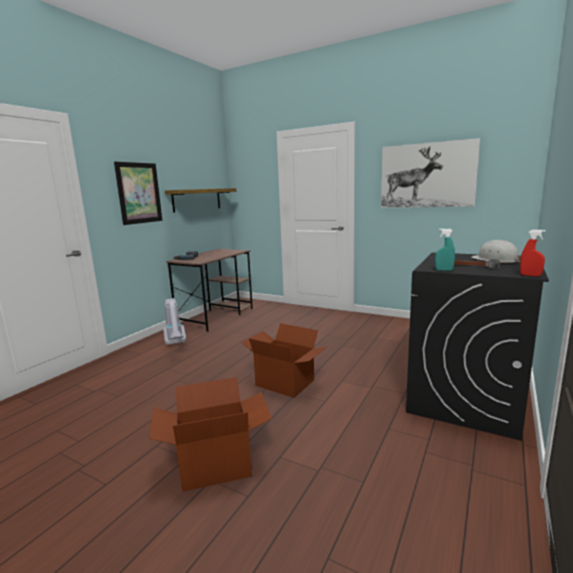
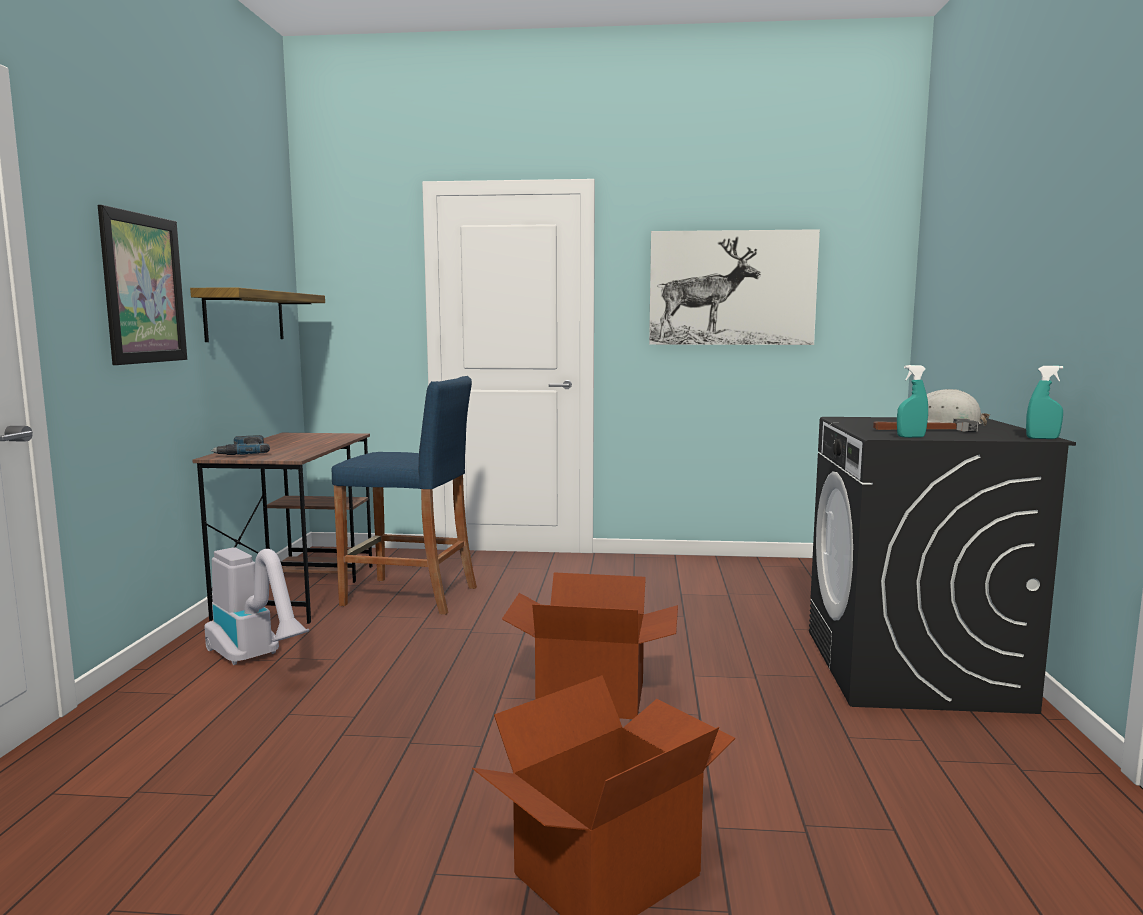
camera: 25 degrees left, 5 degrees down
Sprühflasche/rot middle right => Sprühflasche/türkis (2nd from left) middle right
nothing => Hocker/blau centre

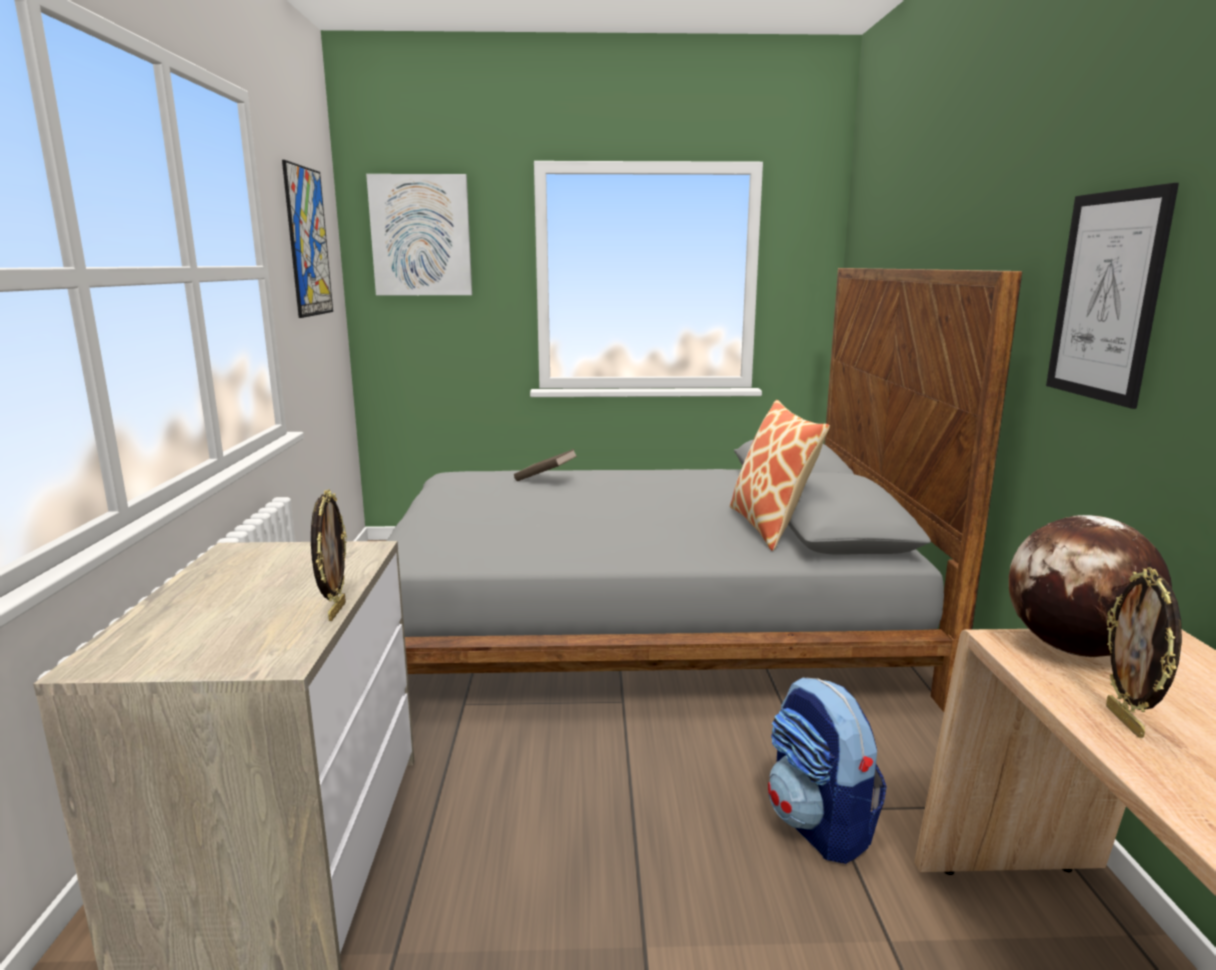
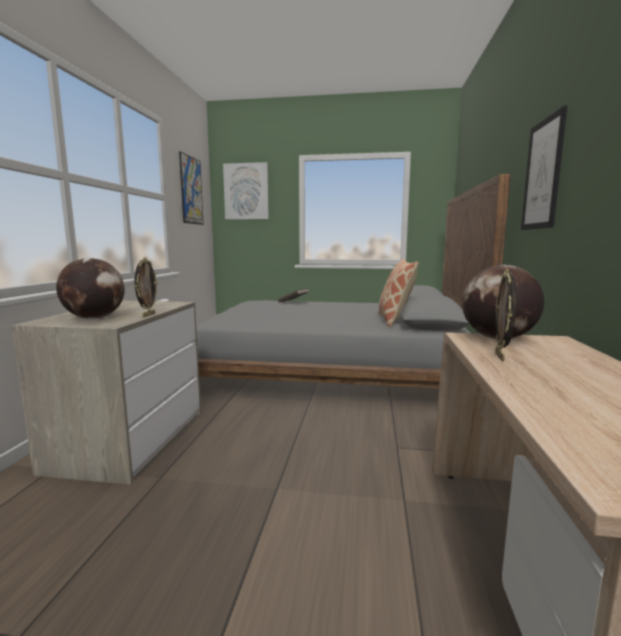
camera: 10 degrees right, 5 degrees down
Rucksack bottom right => nothing
nothing => Globus (1st from left) middle left

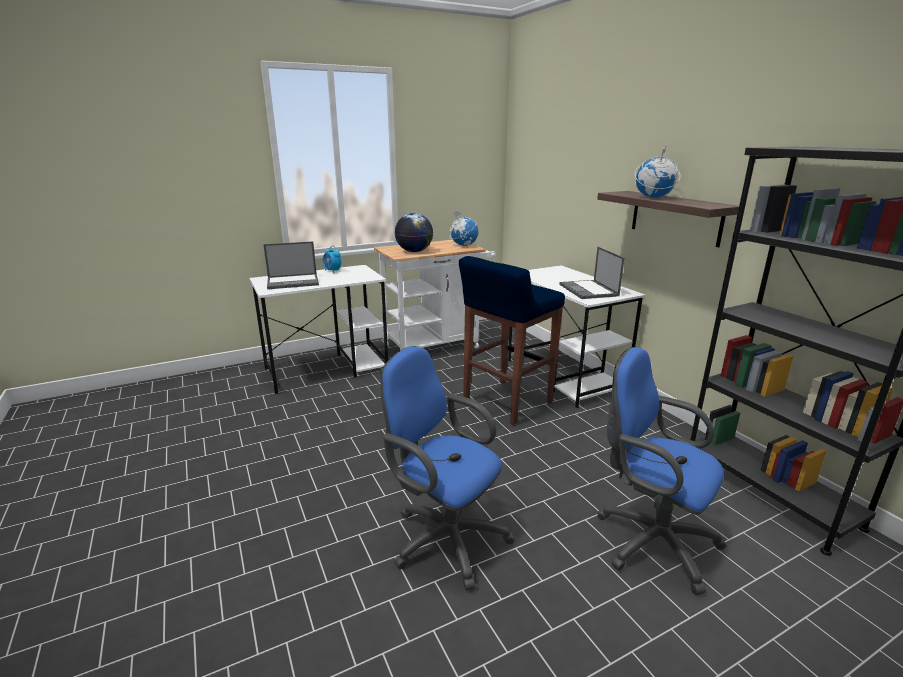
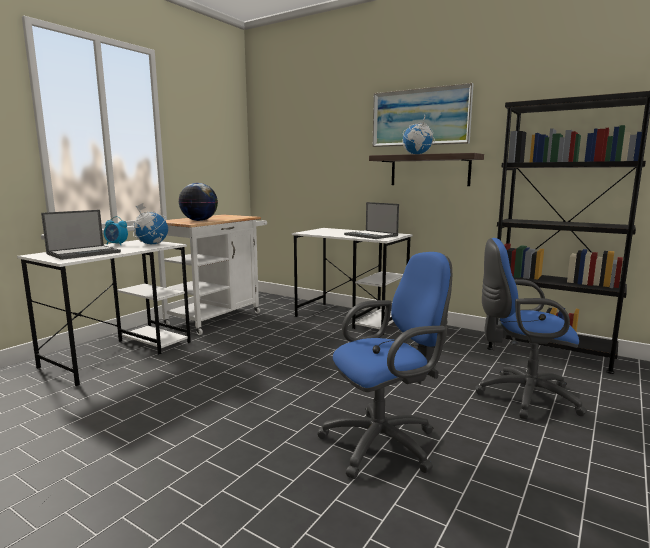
camera: 30 degrees left, 10 degrees down
Bürostuhl/blau (1st from left) bottom centre => Bürostuhl/blau (1st from left) centre, 150 degrees clockwise
Globus (2nd from left in the first image) centre => Globus (1st from left) middle left, move
Hocker/blau centre => nothing
nothing => Bild top centre

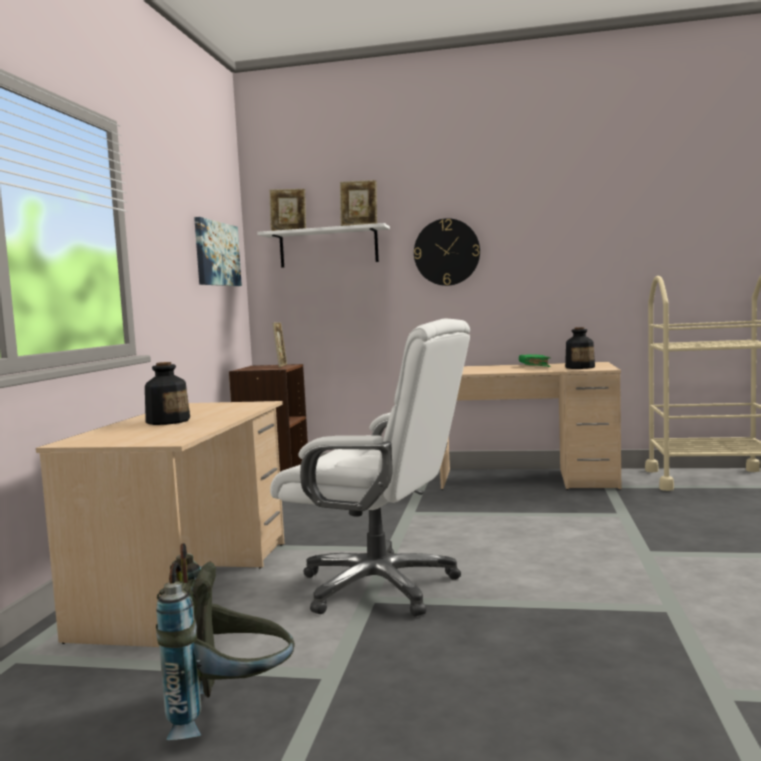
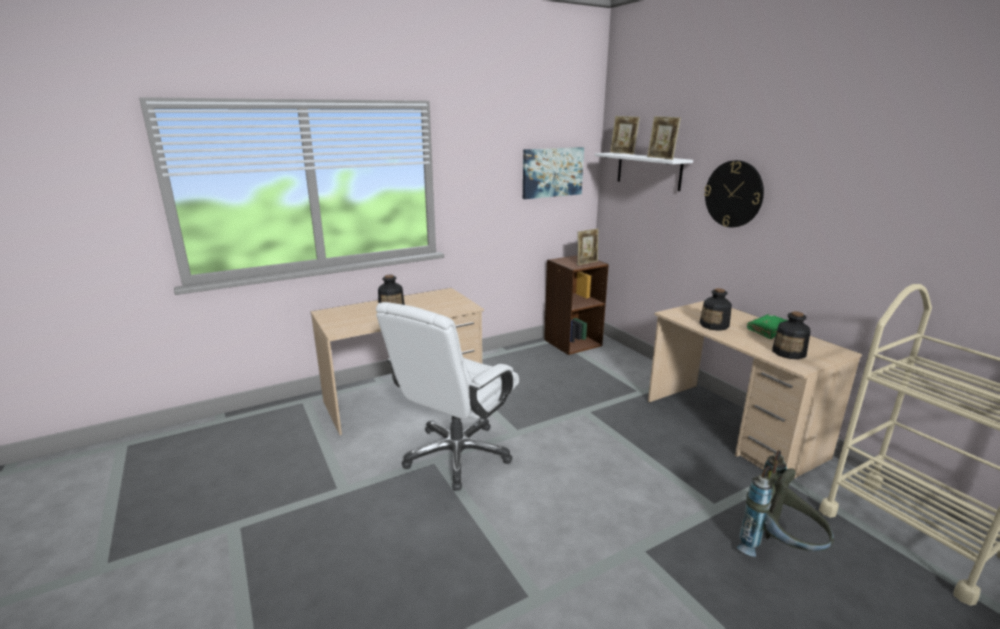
camera: 50 degrees right, 15 degrees up
Rucksack/grau bottom left => Rucksack/grau bottom right, move
Bürostuhl/weiß centre, 45 degrees clockwise
nothing => Flasche (2nd from left) middle right

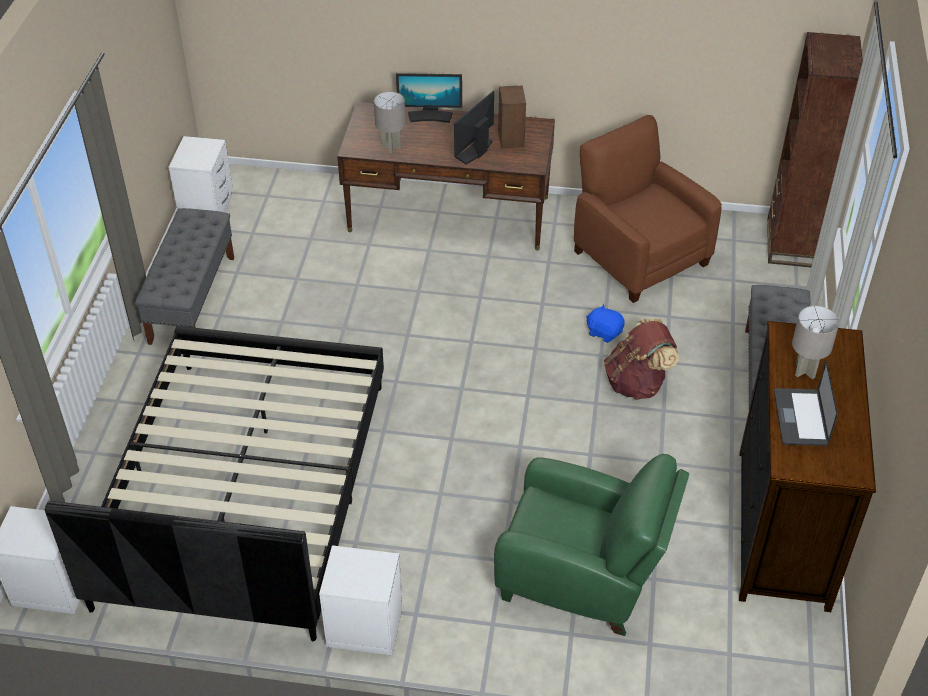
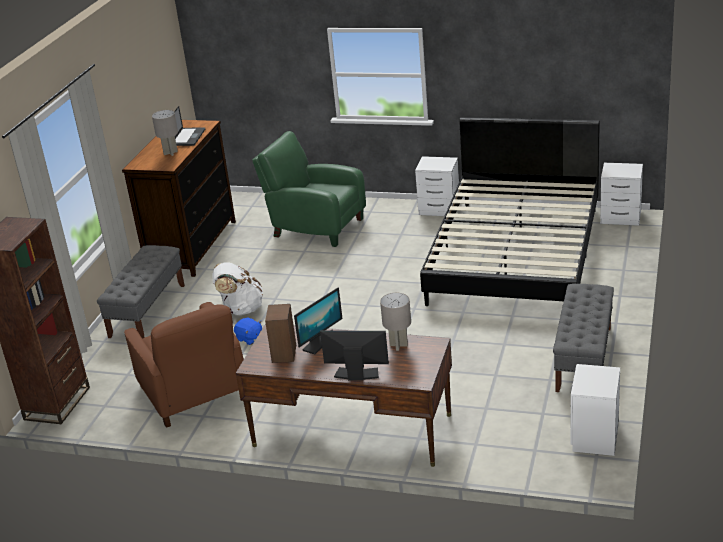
camera: 170 degrees left, 15 degrees down
Rucksack/braun middle right => Rucksack/weiß middle left

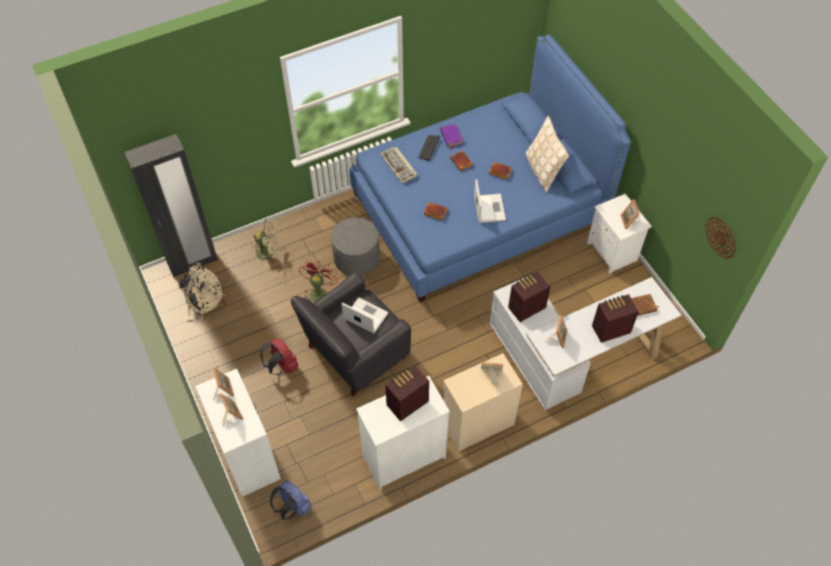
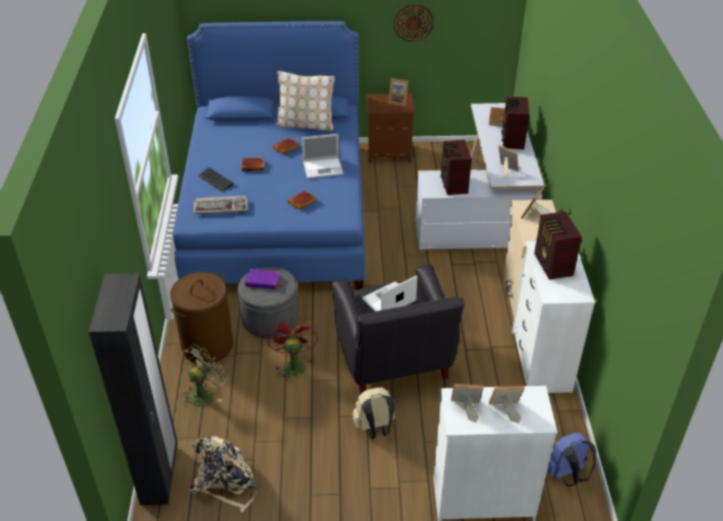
camera: 65 degrees left, 15 degrees down
Rucksack/rot centre => Rucksack/beige (2nd from left) bottom centre
Ventilator/rot centre => Ventilator/rot bottom centre, 45 degrees clockwise
Buch/lila top centre => Buch/lila centre, move
Laptop (2nd from left in the first image) centre => Laptop (1st from left) top centre, 150 degrees clockwise
Nachttisch/weiß middle right => Nachttisch/braun top centre
Wanduhr middle right => Wanduhr top centre, move
nothing => Wäschekorb/braun middle left

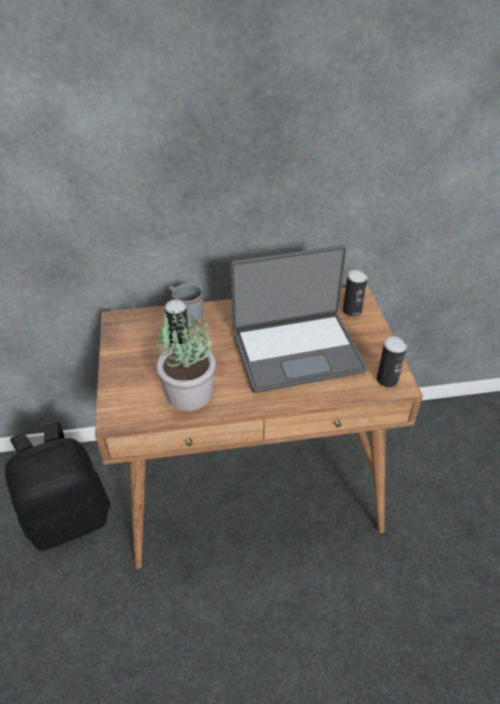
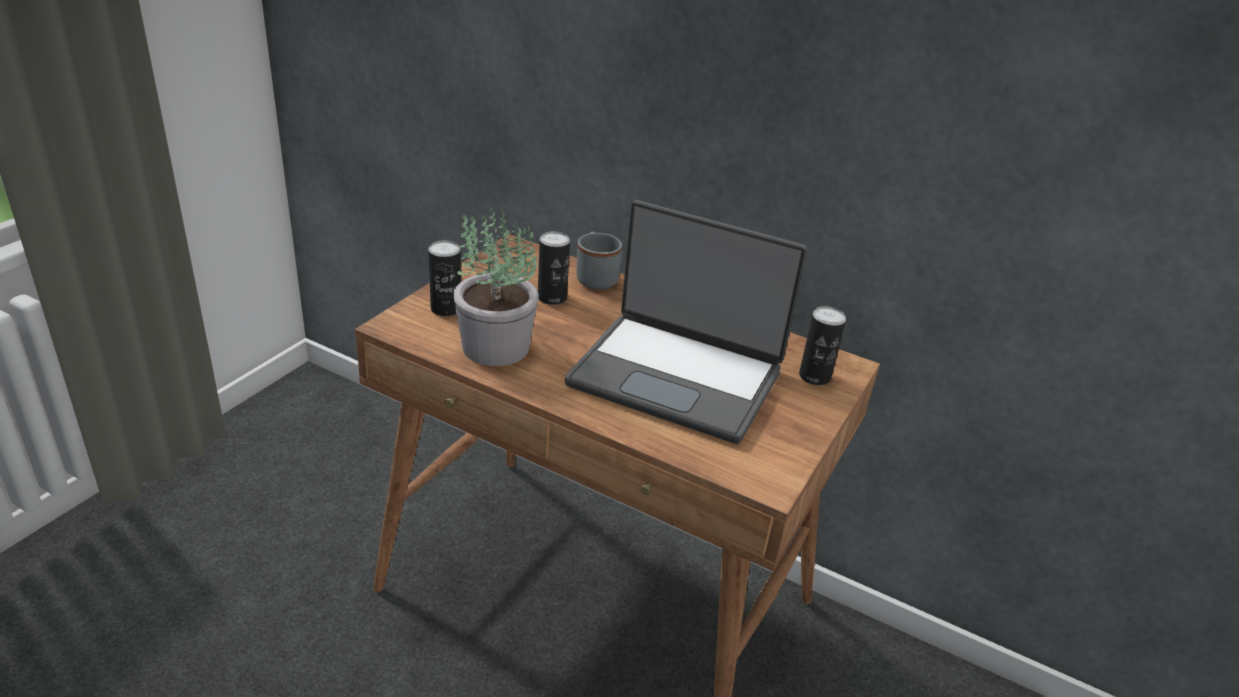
camera: 35 degrees right, 10 degrees down
Rucksack/schwarz bottom left => nothing
Dose (3rd from left in the first image) middle right => Dose (1st from left) centre, move

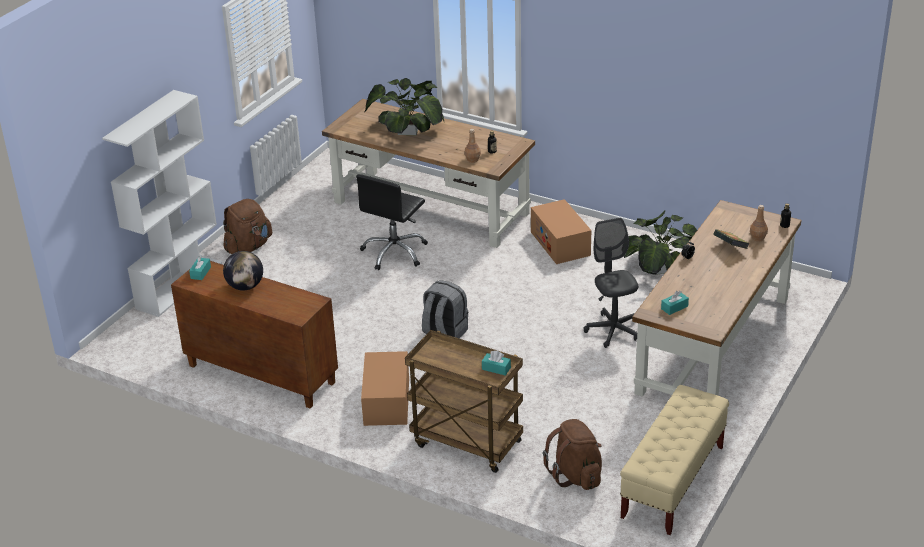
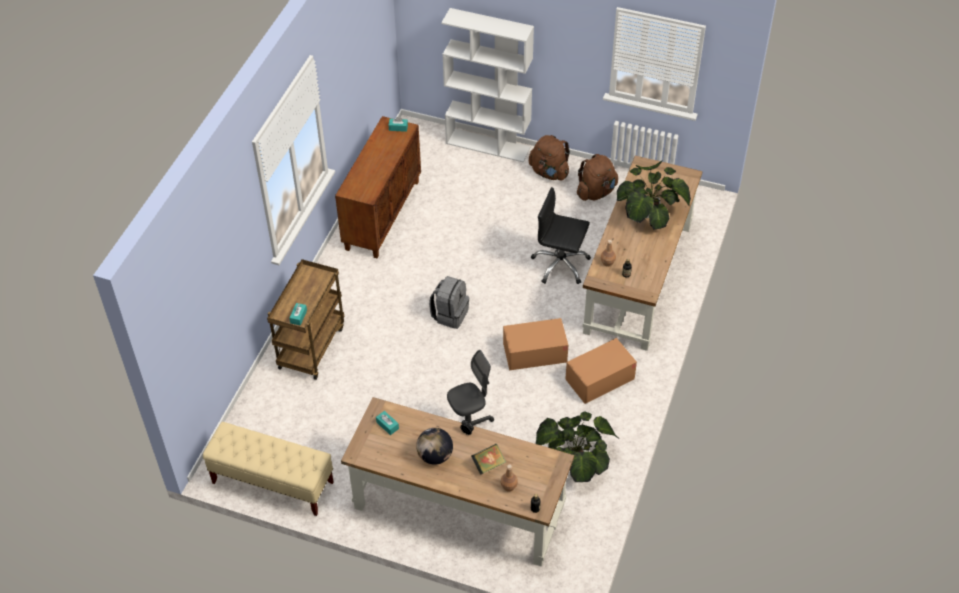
camera: 80 degrees right, 15 degrees up
Globus middle left => Globus bottom centre, move
Karton (1st from left) bottom centre => Karton (1st from left) centre, move
Rucksack/braun (2nd from left) bottom centre => Rucksack/braun (2nd from left) top centre, move

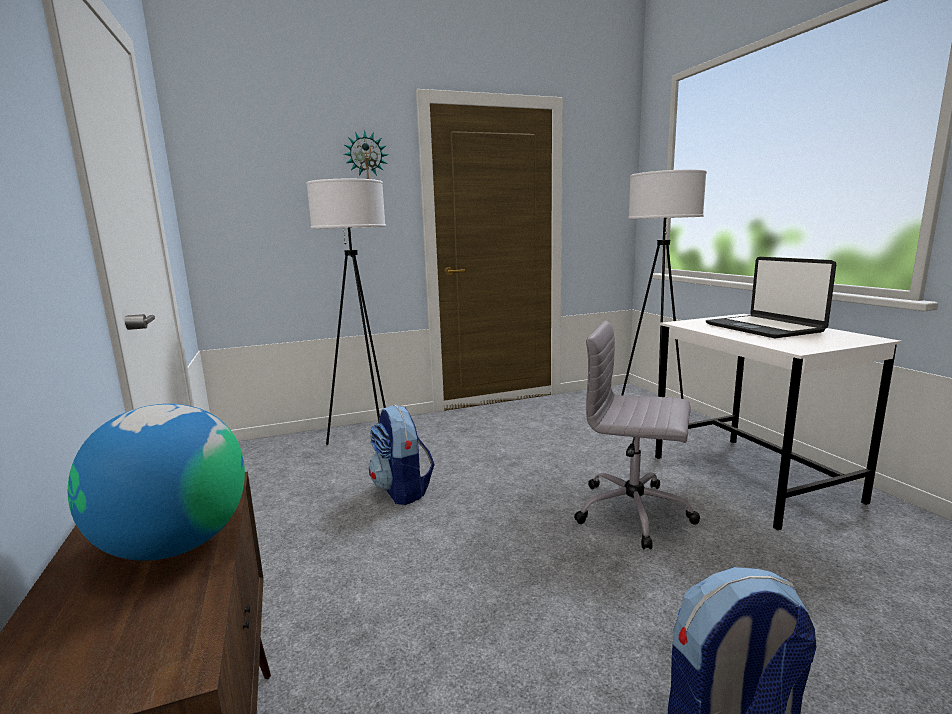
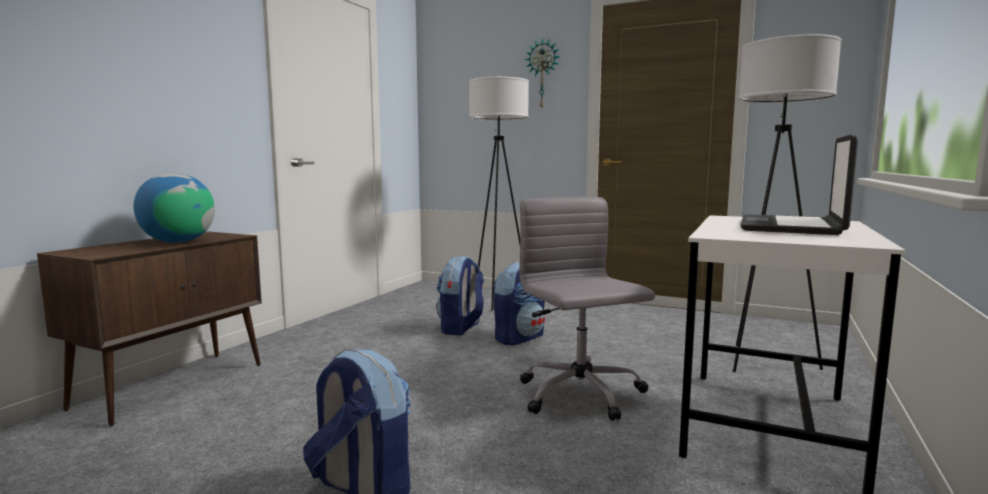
camera: 45 degrees right, 5 degrees down
nothing => Rucksack (3rd from left) centre

